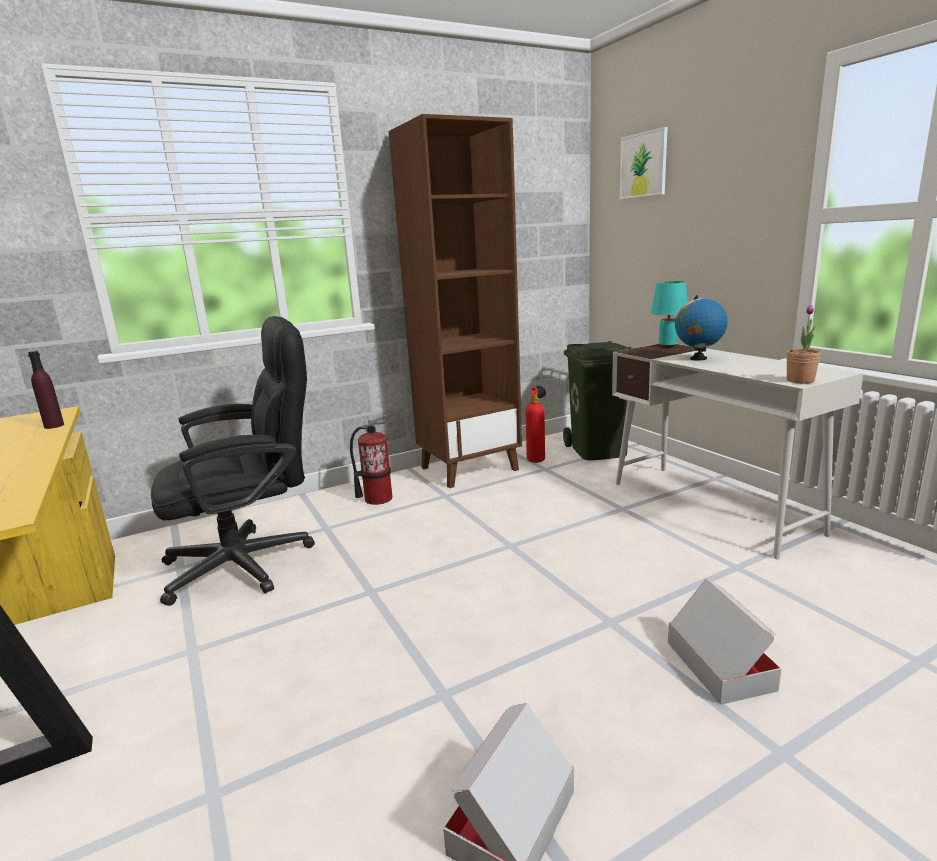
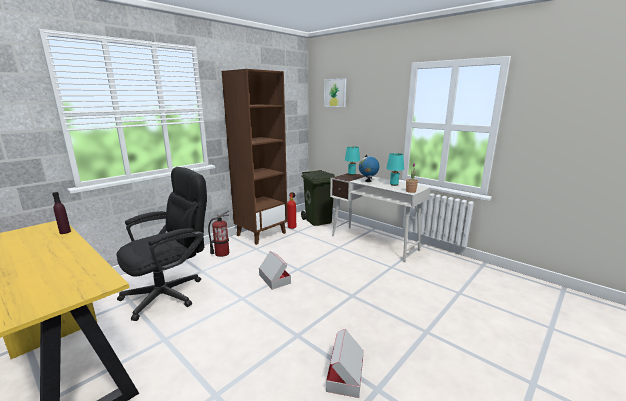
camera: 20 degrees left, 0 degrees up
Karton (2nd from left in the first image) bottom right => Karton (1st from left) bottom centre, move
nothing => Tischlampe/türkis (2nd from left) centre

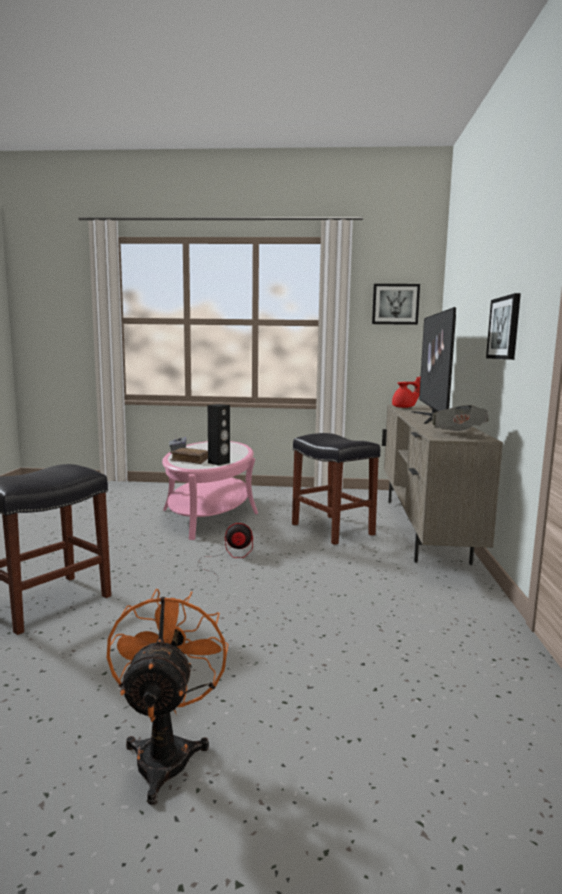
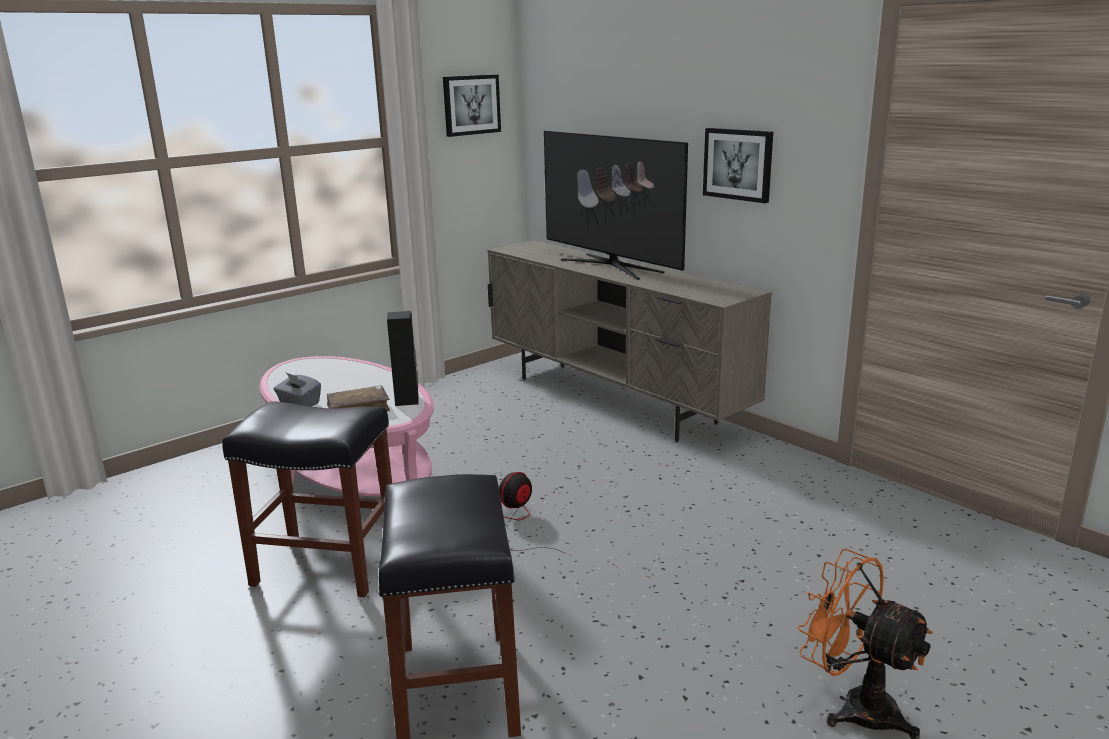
camera: 45 degrees left, 10 degrees up
Hocker/schwarz (2nd from left in the first image) centre => Hocker/schwarz (1st from left) bottom left, move
Teekanne/rot middle right => nothing
Zeitung middle right => nothing

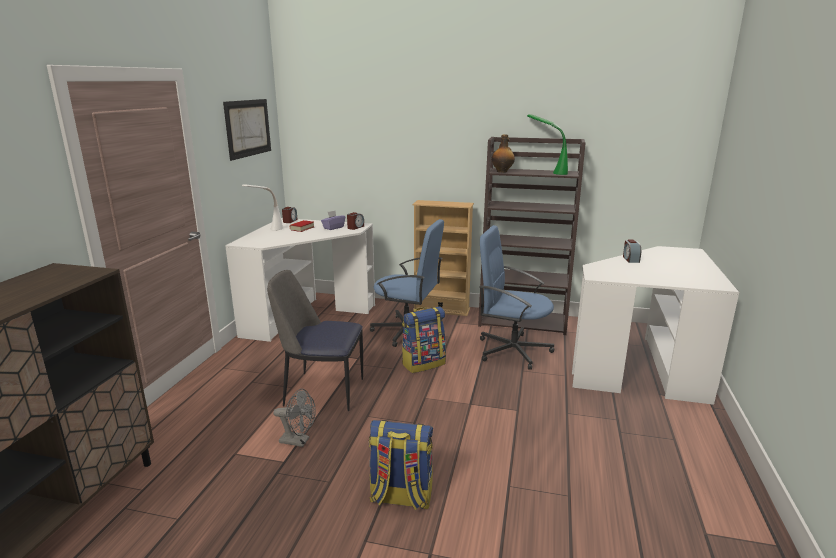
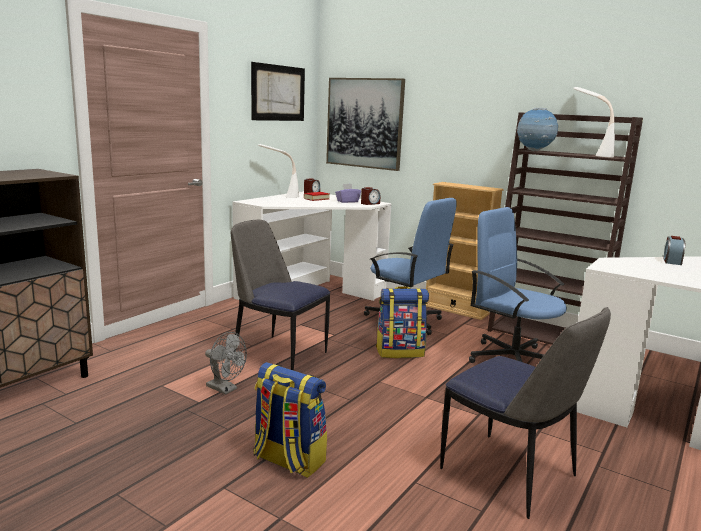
camera: 20 degrees right, 5 degrees down
Flasche top centre => Globus top right
Tischlampe/grün top centre => Tischlampe/weiß (2nd from left) top right
nothing => Bild (2nd from left) top centre
nothing => Stuhl (2nd from left) bottom right

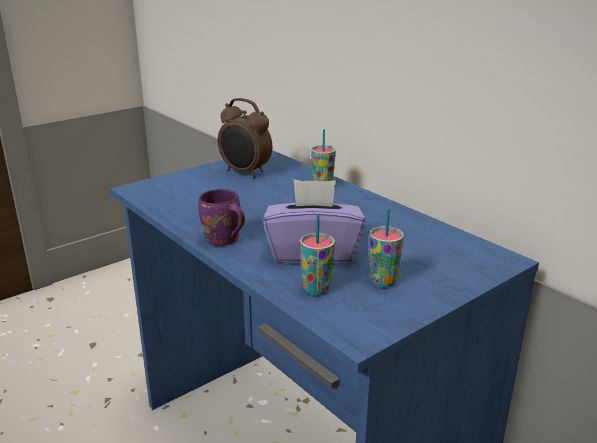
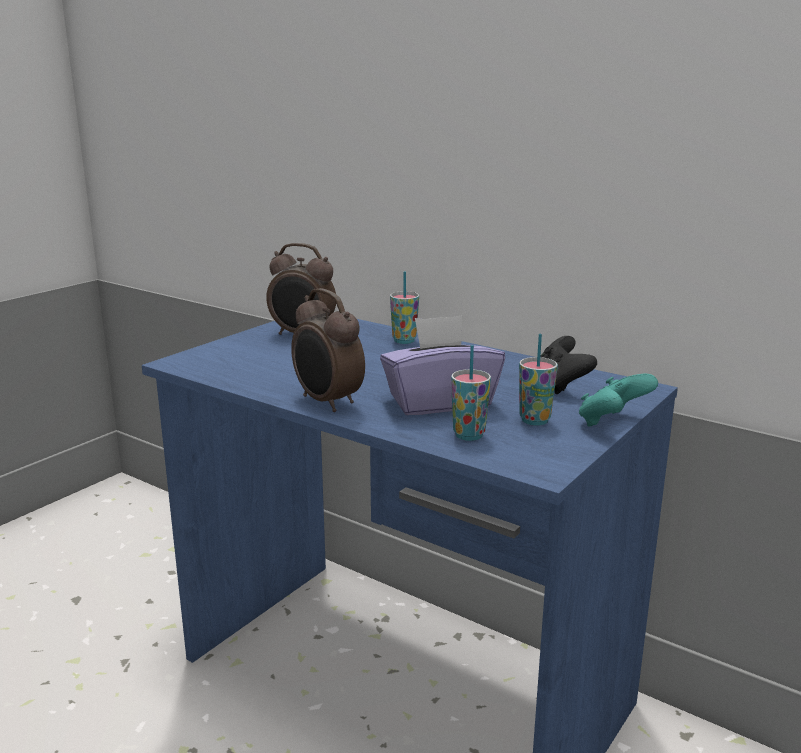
camera: 15 degrees left, 5 degrees down
Henkelbecher/lila centre => Wecker (2nd from left) centre
nothing => Gamepad/schwarz middle right
nothing => Gamepad/türkis middle right

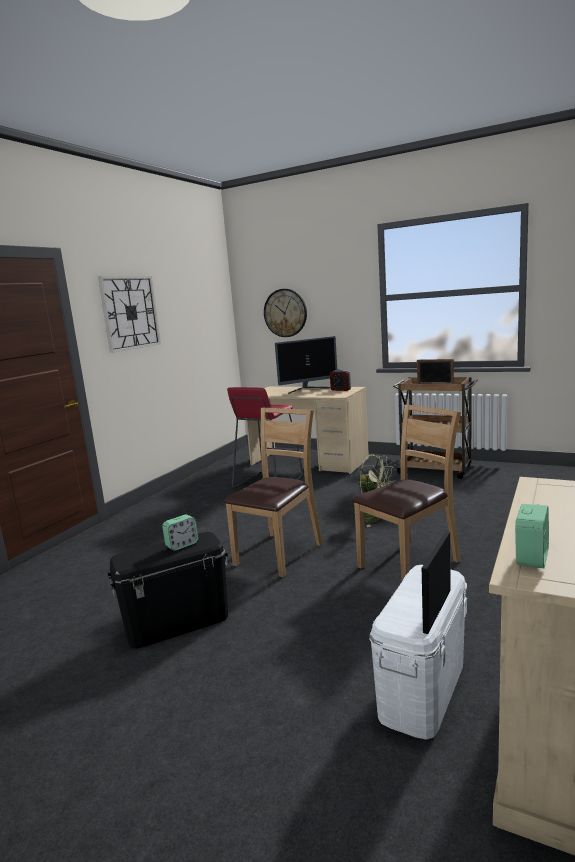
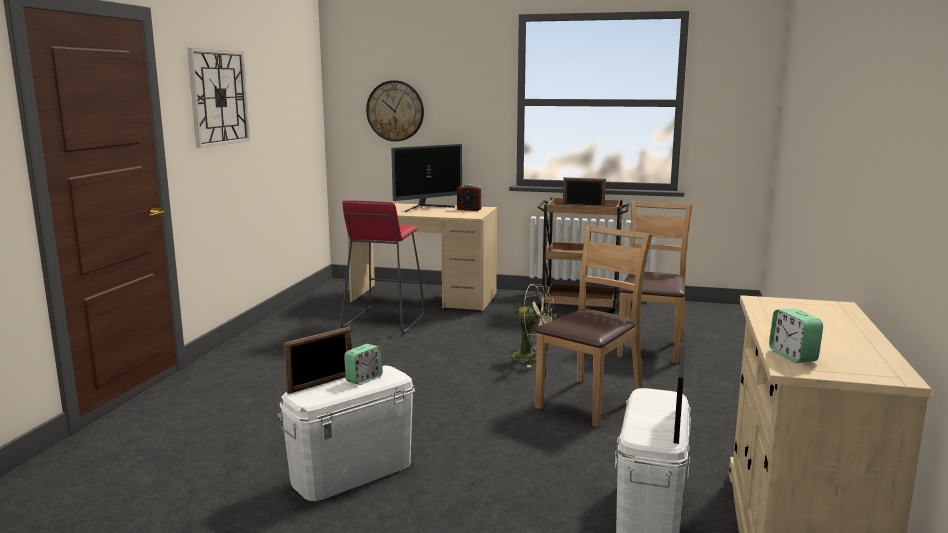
camera: 15 degrees left, 0 degrees up
Aufbewahrungsbox/schwarz bottom left => Aufbewahrungsbox/weiß (1st from left) bottom centre
Stuhl/braun (1st from left in the first image) centre => Stuhl/braun (2nd from left) middle right, move
Wecker (3rd from left) middle right, 150 degrees clockwise
nothing => Bilderrahmen (1st from left) bottom centre

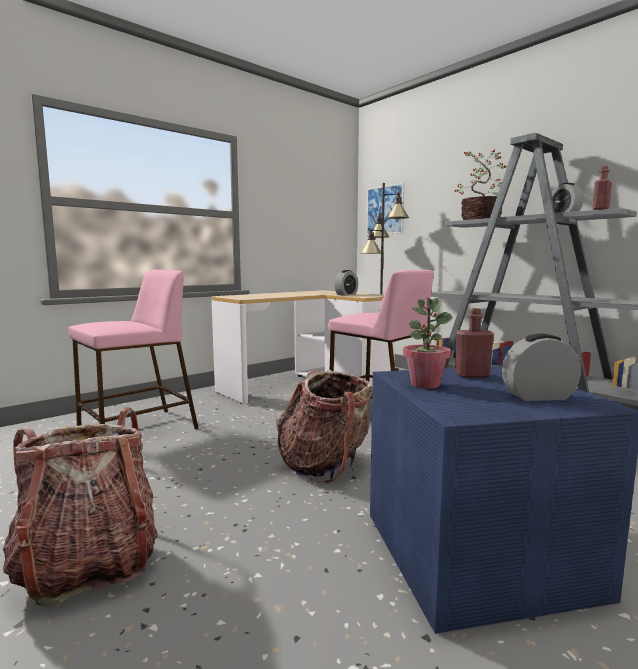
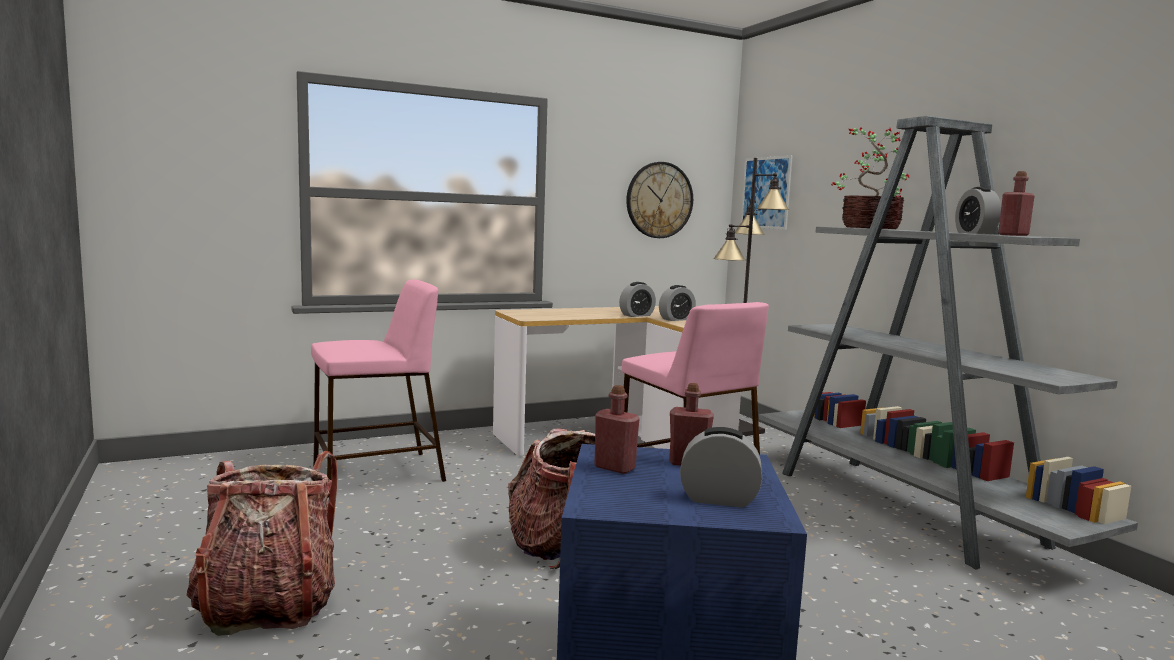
camera: 15 degrees right, 0 degrees up
Topfpflanze (1st from left) middle right => Flasche/rot (1st from left) centre
nothing => Wecker (1st from left) centre
nothing => Wanduhr top centre

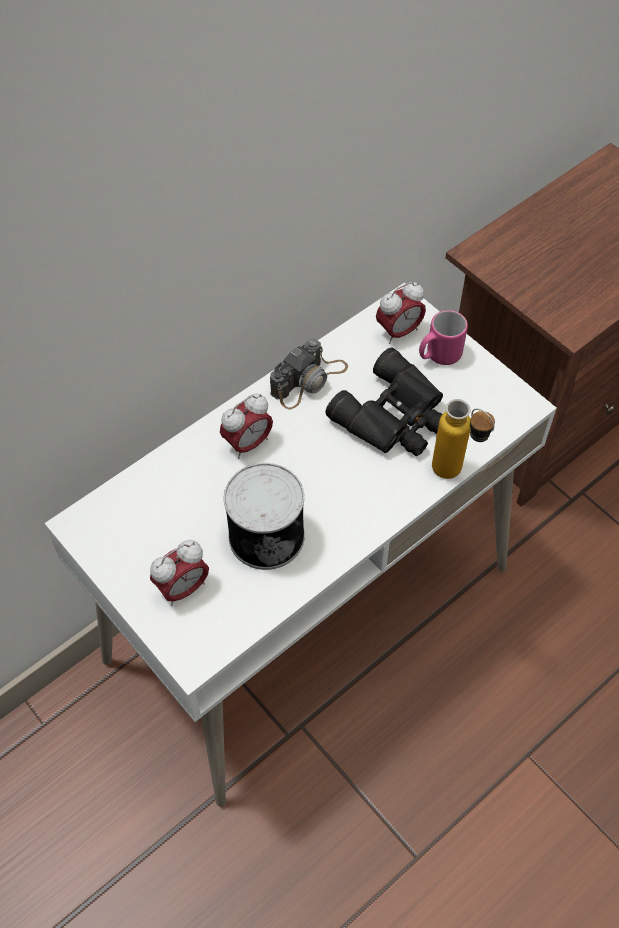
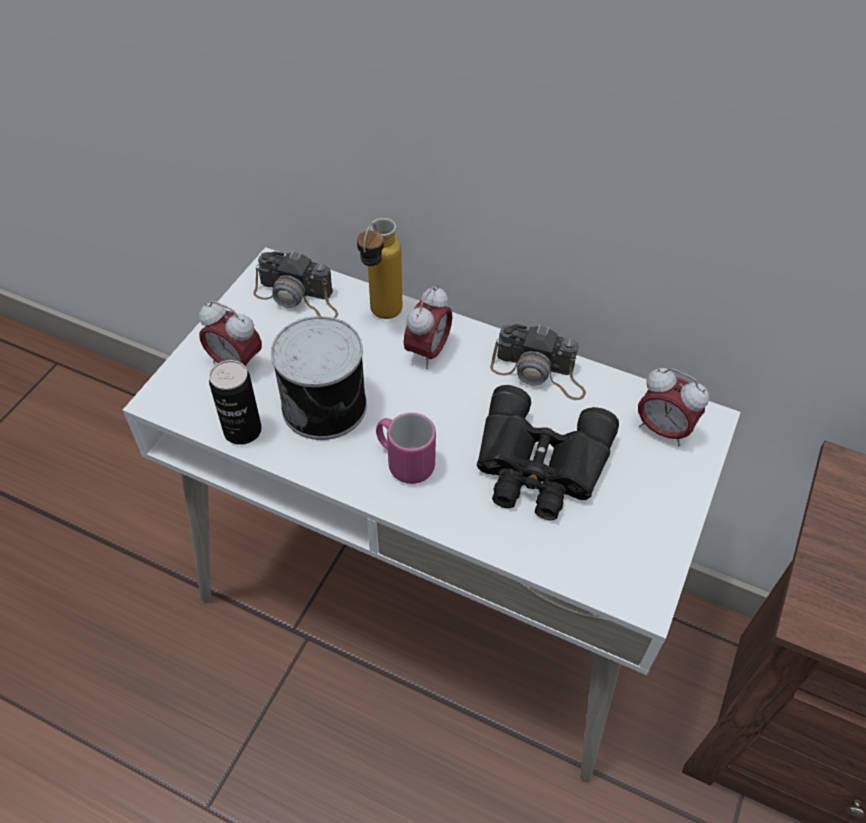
camera: 65 degrees right, 5 degrees down
Wecker (2nd from left) centre, 90 degrees counterclockwise
Henkelbecher/rosa middle right => Henkelbecher/rosa centre, move
Flasche middle right => Flasche top centre, move
nothing => Dose (1st from left) middle left
nothing => Kamera (1st from left) centre

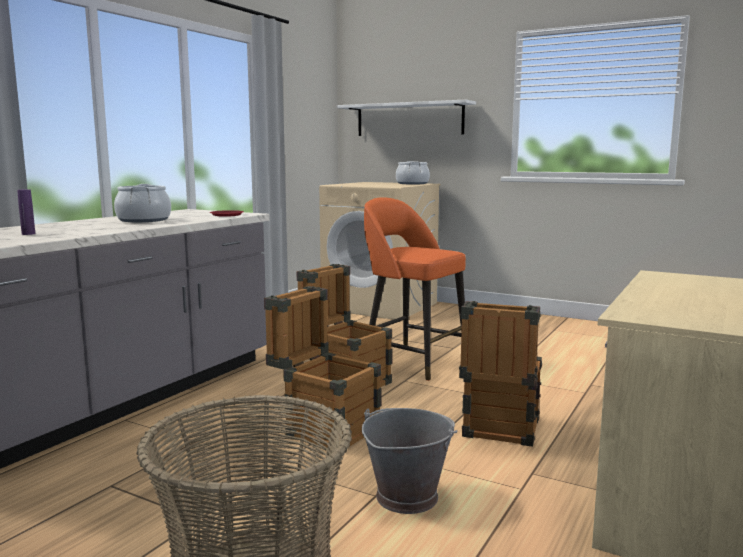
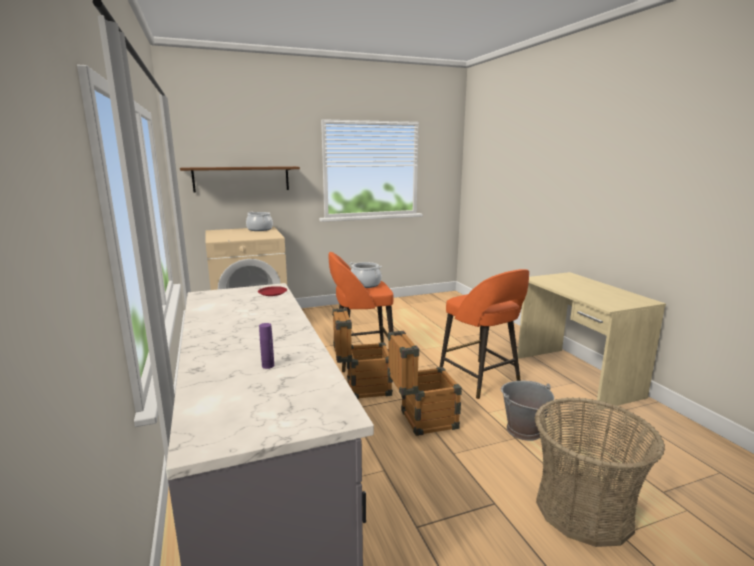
camera: 50 degrees left, 5 degrees up
Kochtopf (1st from left in the first image) middle left => Kochtopf (2nd from left) centre, move
Wandregal/weiß top centre => Wandregal/braun top left
Kiste (3rd from left) bottom right => Hocker/orange (2nd from left) centre

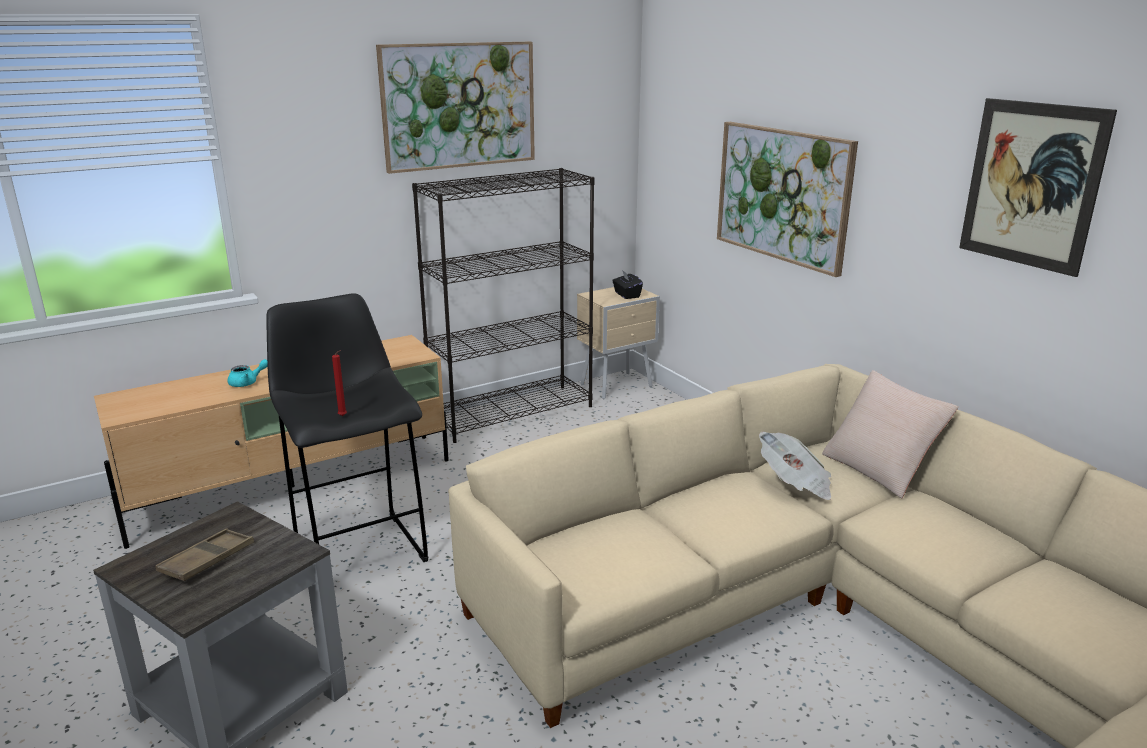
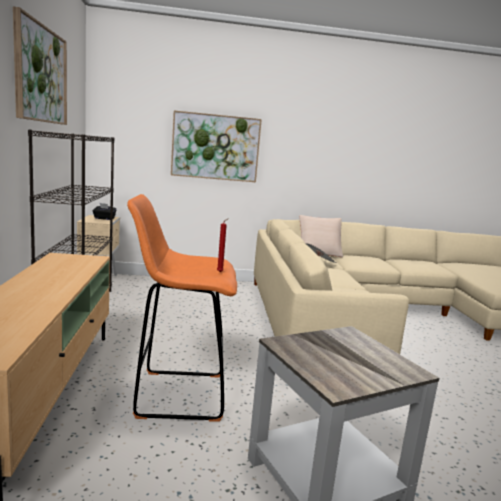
camera: 65 degrees left, 10 degrees down
Tablett/braun bottom left => nothing
Teekanne/türkis middle left => nothing
Hocker/schwarz middle left => Hocker/orange centre
Bild (3rd from left) top right => nothing

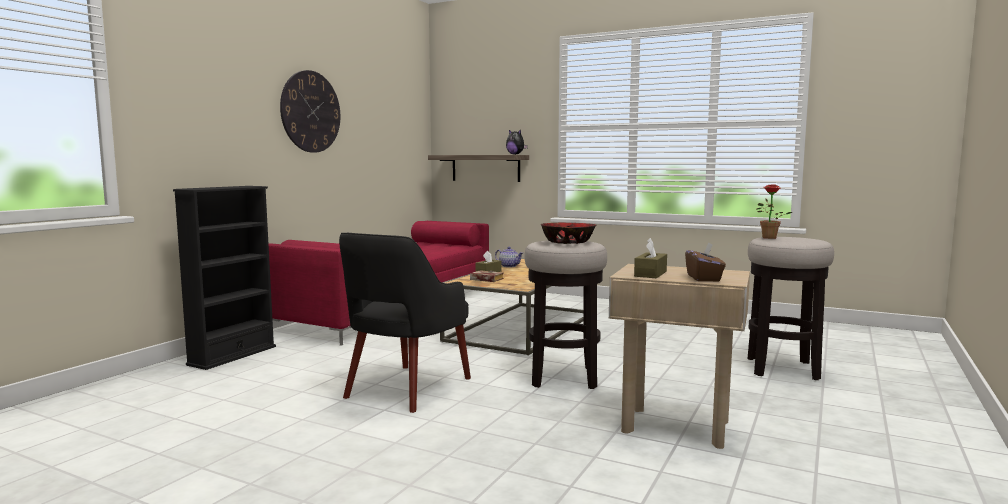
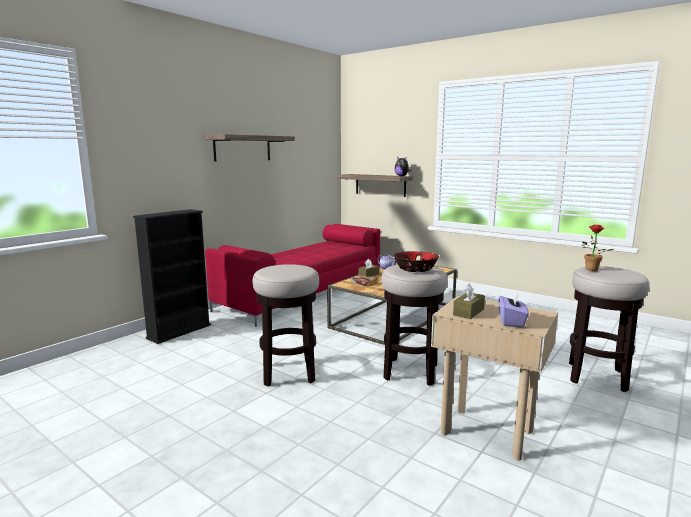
camera: 10 degrees right, 5 degrees up
Wanduhr top left => Wandregal (1st from left) top centre
Sessel/schwarz centre => Hocker (1st from left) centre
Taschentuchbox/braun (3rd from left) middle right => Taschentuchbox/lila middle right

